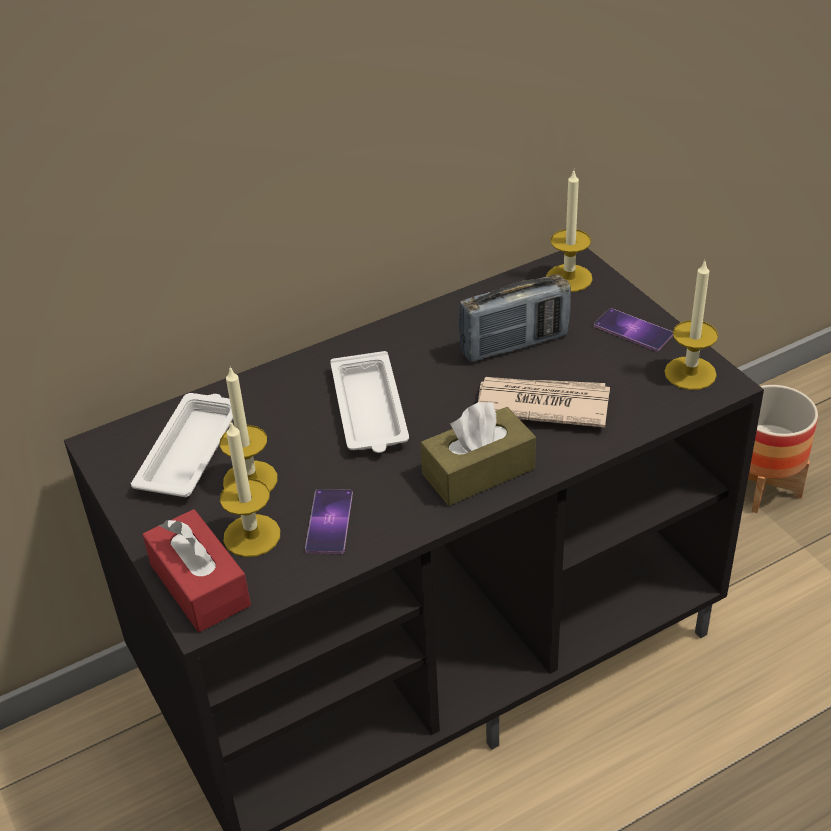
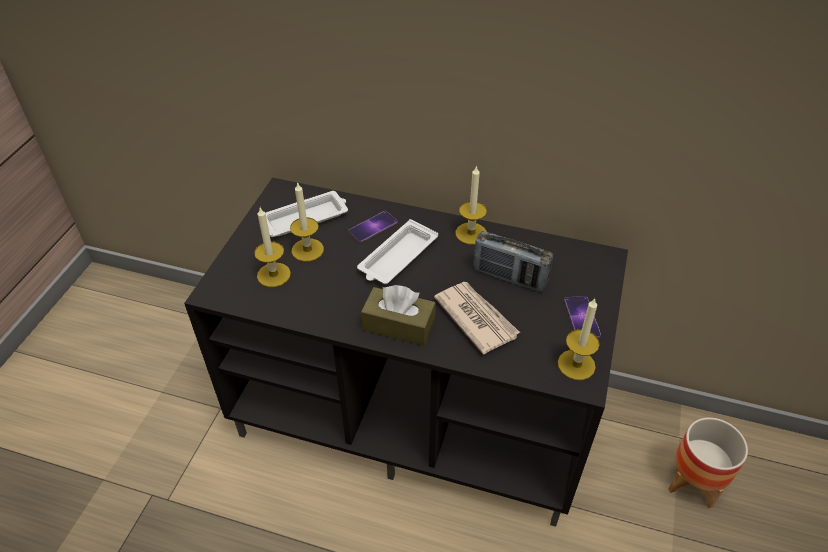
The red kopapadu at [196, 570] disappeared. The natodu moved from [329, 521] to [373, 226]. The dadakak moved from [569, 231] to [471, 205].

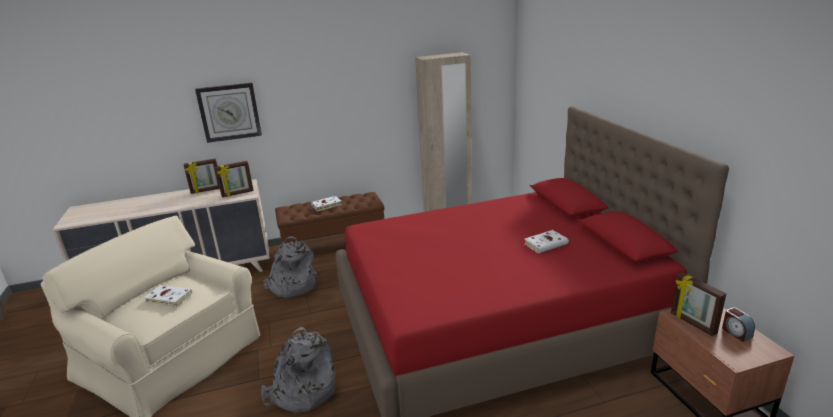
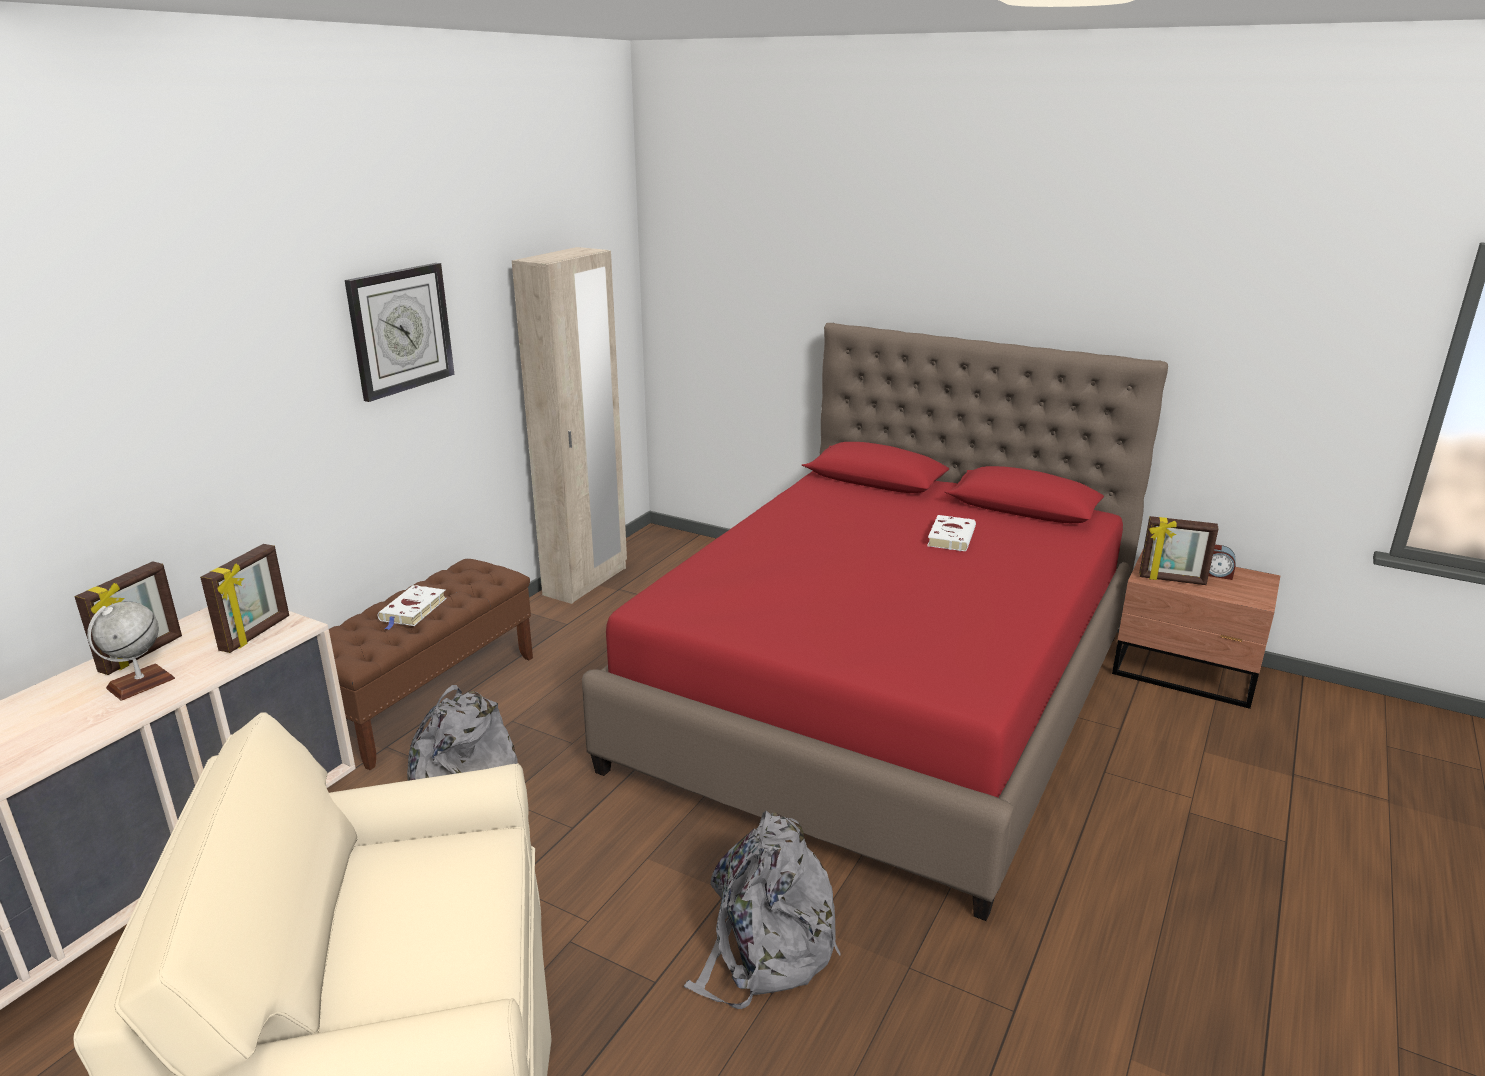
The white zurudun at [168, 296] disappeared. The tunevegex moved from [228, 113] to [400, 332]. The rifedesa at [131, 651] appeared.

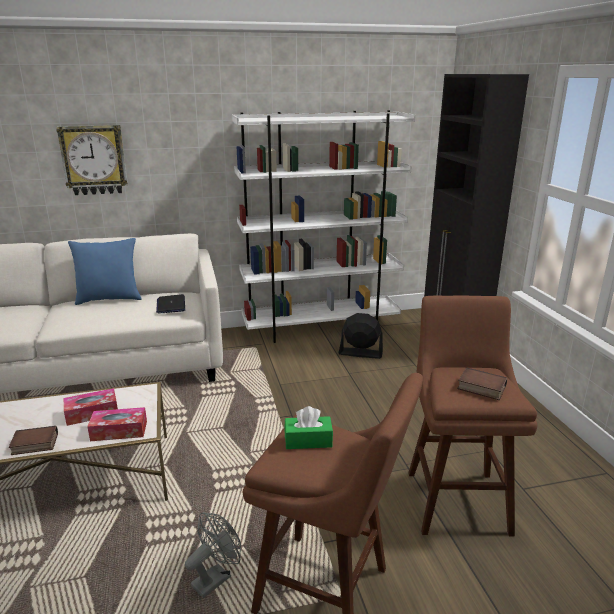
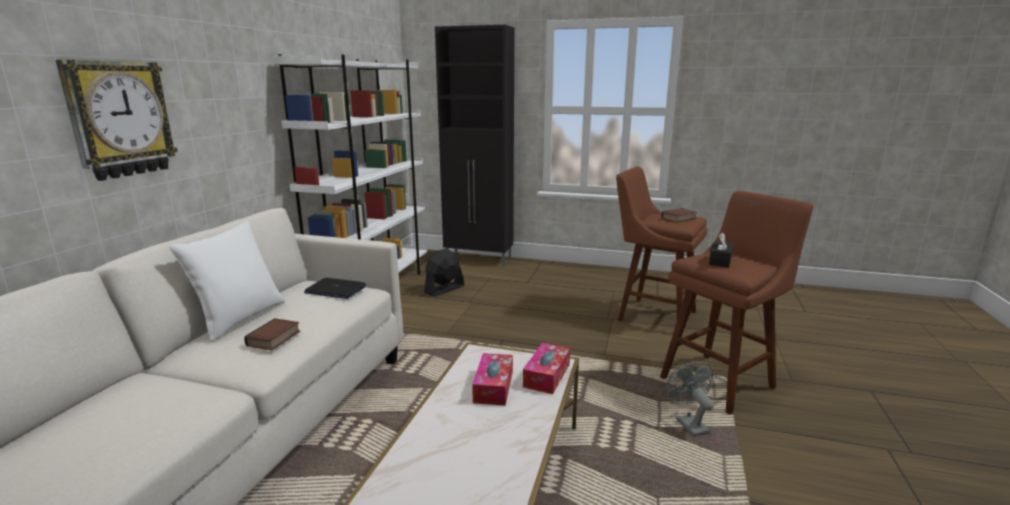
The zurudun moved from [33, 440] to [272, 334]. The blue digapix at [105, 271] became the white digapix at [227, 281]. The green kopapadu at [308, 427] became the black kopapadu at [721, 250].

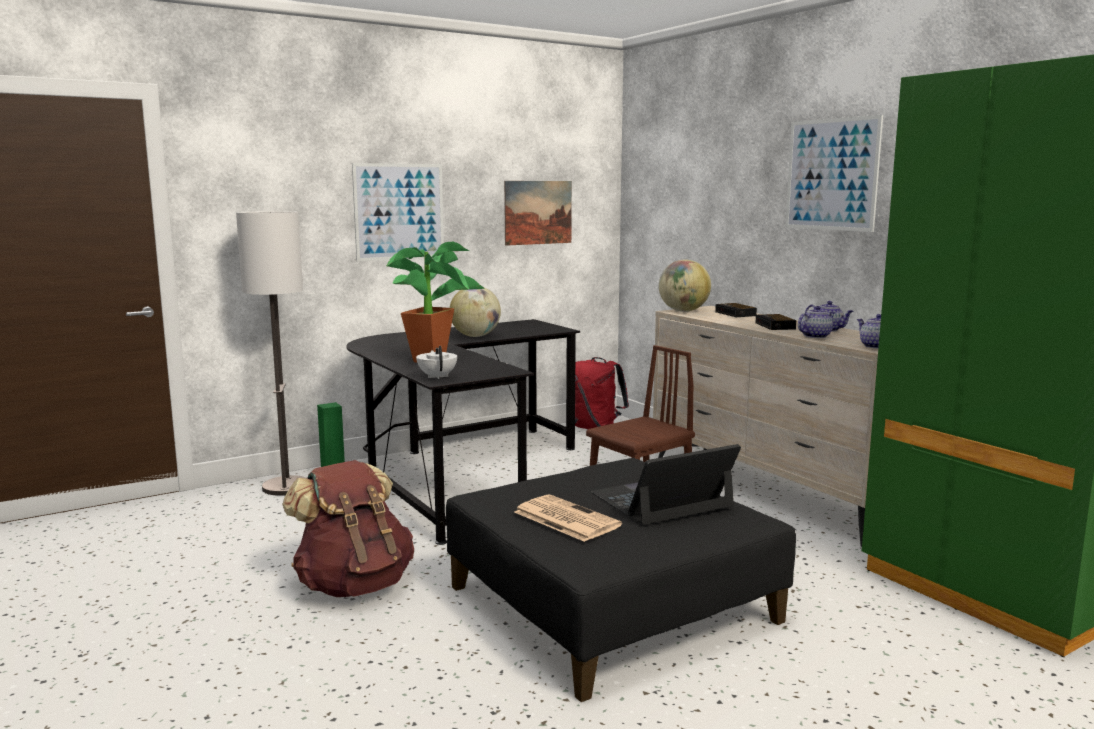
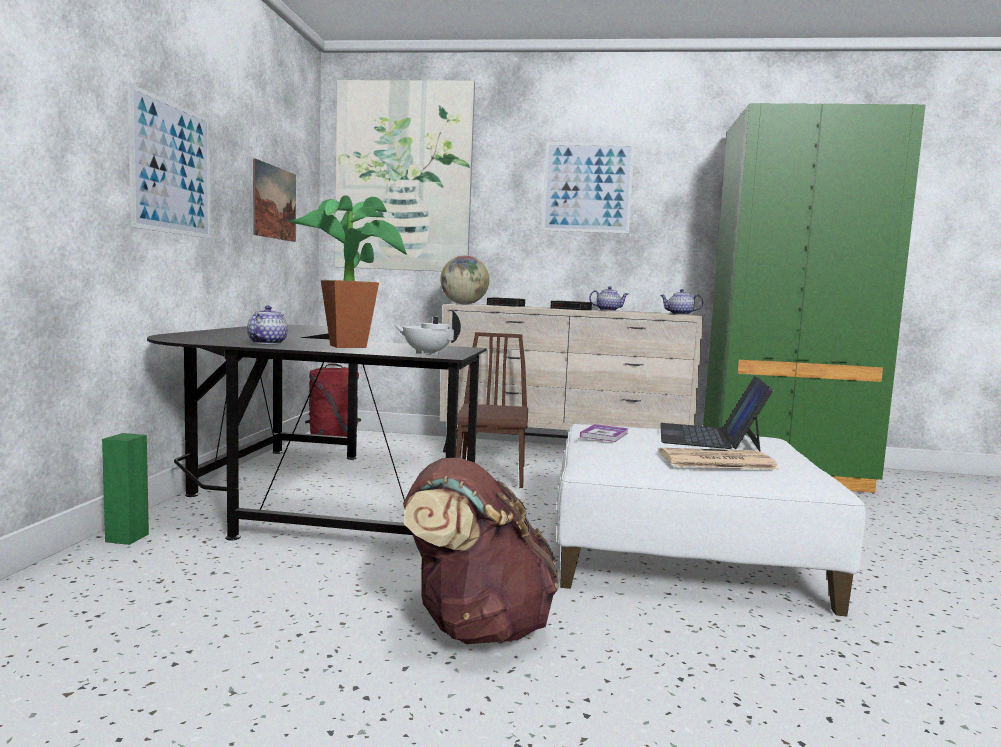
The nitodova at [271, 353] disappeared. The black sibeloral at [621, 580] became the white sibeloral at [711, 520]. The rifedesa at [475, 312] disappeared. The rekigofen moved from [816, 322] to [267, 325]. The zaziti at [404, 175] appeared. The zurudun at [604, 433] appeared.

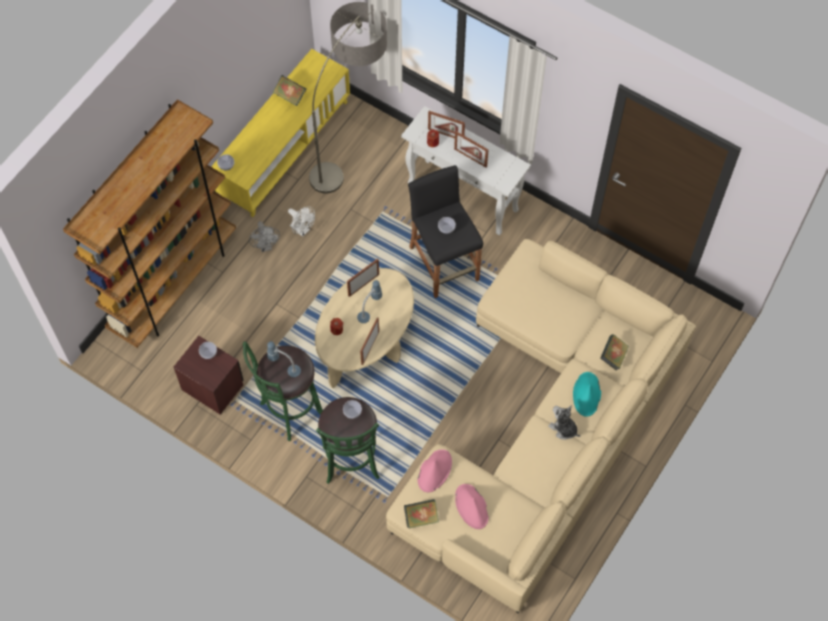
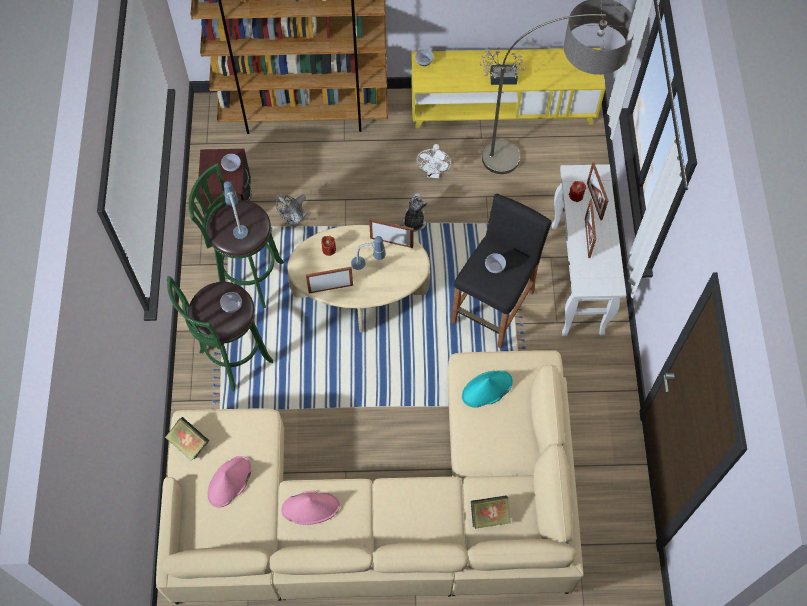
The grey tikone moved from [264, 236] to [292, 211]. The zurudun at [289, 90] disappeared. The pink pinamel moved from [435, 470] to [310, 508]. The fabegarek moved from [564, 422] to [415, 212]. The turquoise pinamel moved from [587, 394] to [487, 389]. The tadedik at [503, 65] appeared.

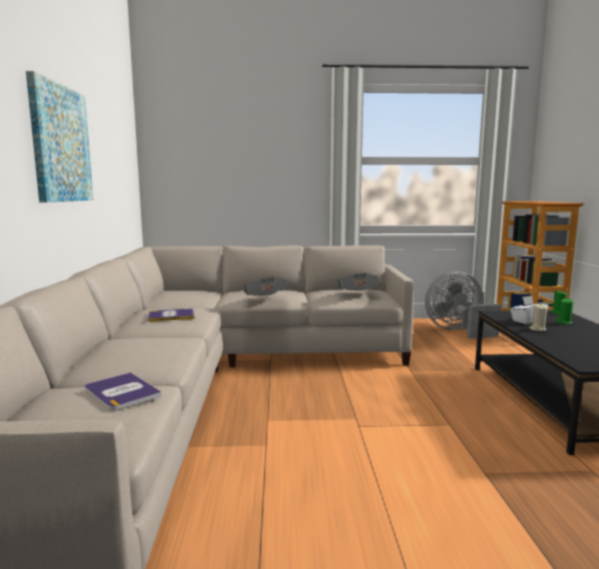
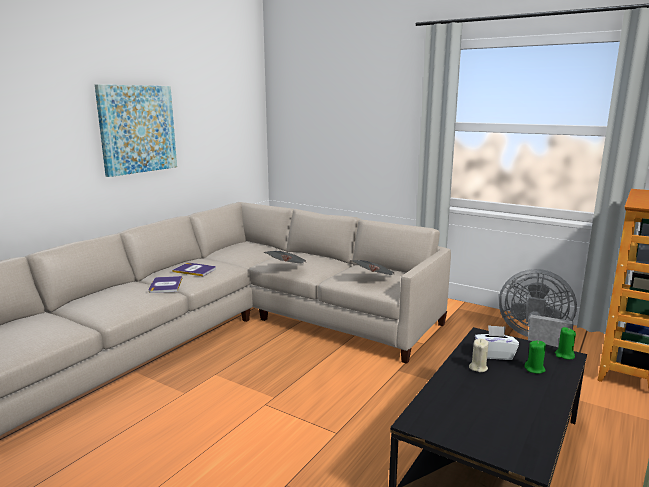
The zurudun moved from [123, 391] to [165, 284].

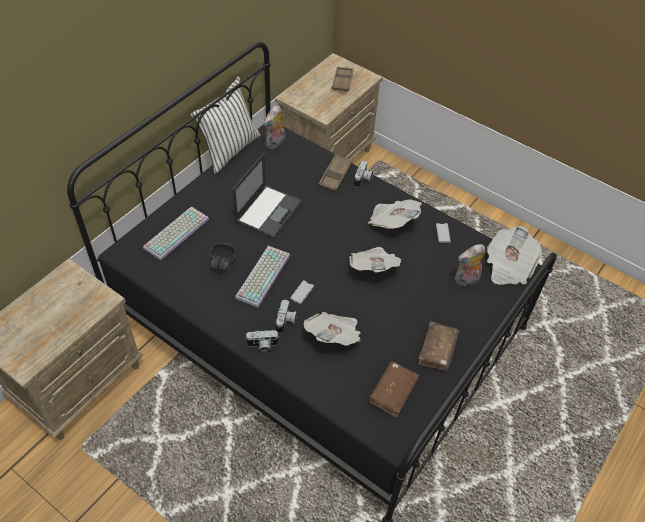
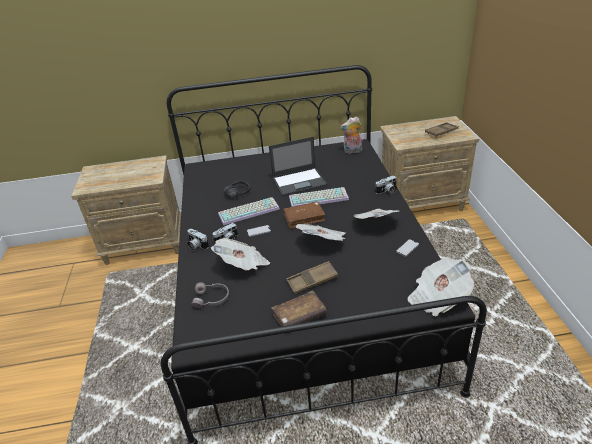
The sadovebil moved from [176, 233] to [319, 197]. The white digapix at [225, 125] disappeared. The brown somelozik moved from [335, 173] to [312, 277]. The brown zurudun moved from [394, 390] to [304, 215]. The fabegarek at [470, 265] disappeared. The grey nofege at [210, 295] appeared.

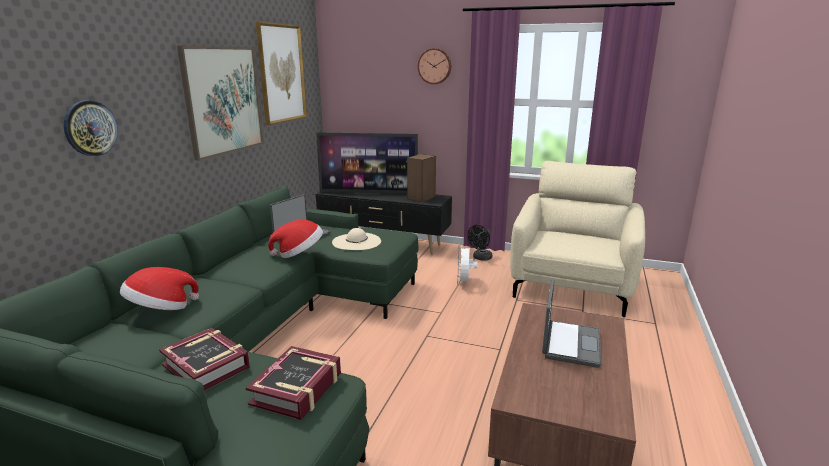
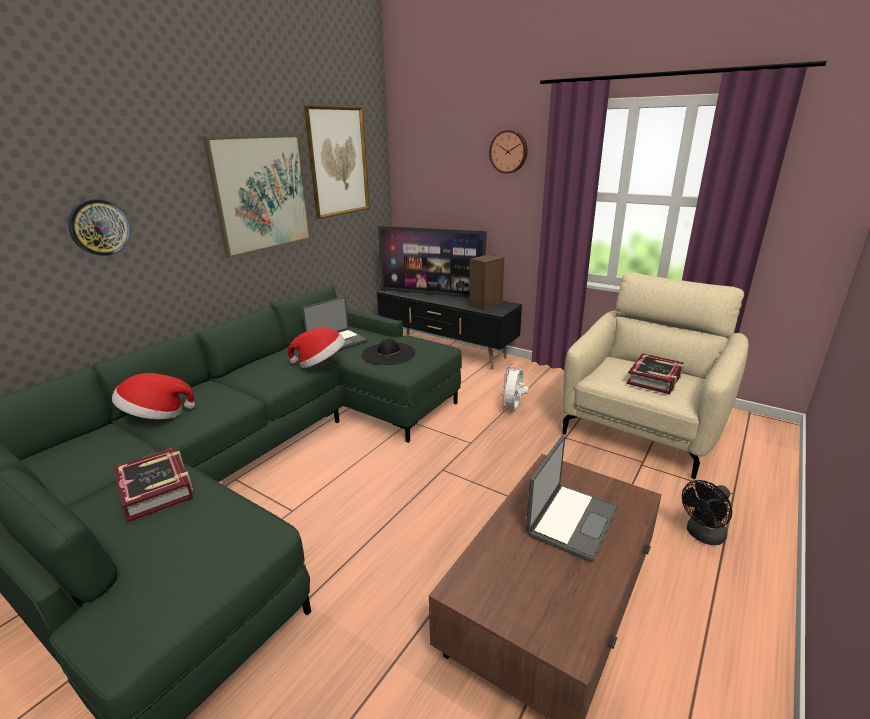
The zurudun moved from [293, 383] to [655, 374]. The beige pinamel at [356, 239] became the black pinamel at [388, 352]. The black tikone moved from [480, 243] to [707, 512].

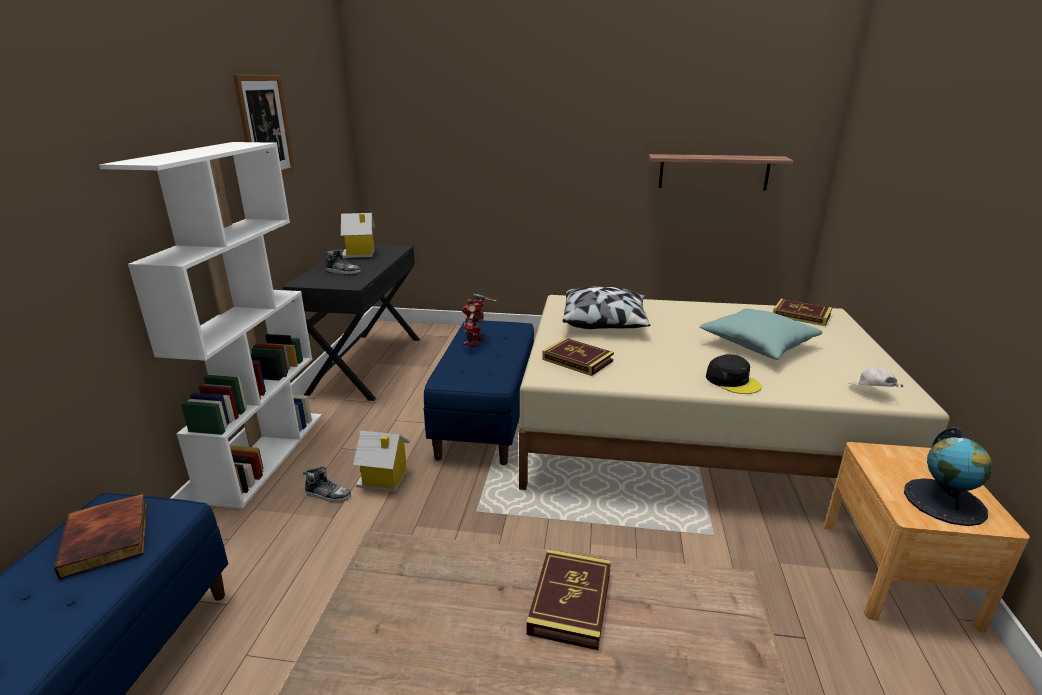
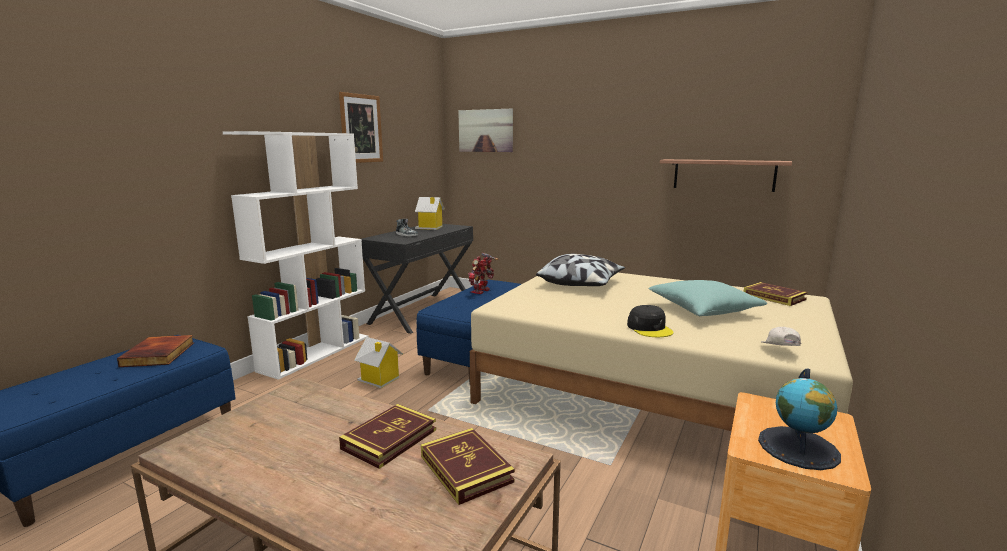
The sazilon at [327, 484] disappeared. The zurudun moved from [578, 357] to [468, 466]. The zaziti at [485, 130] appeared.

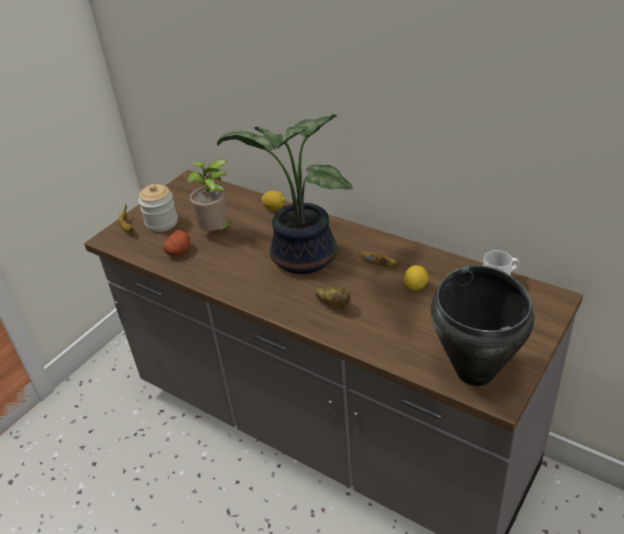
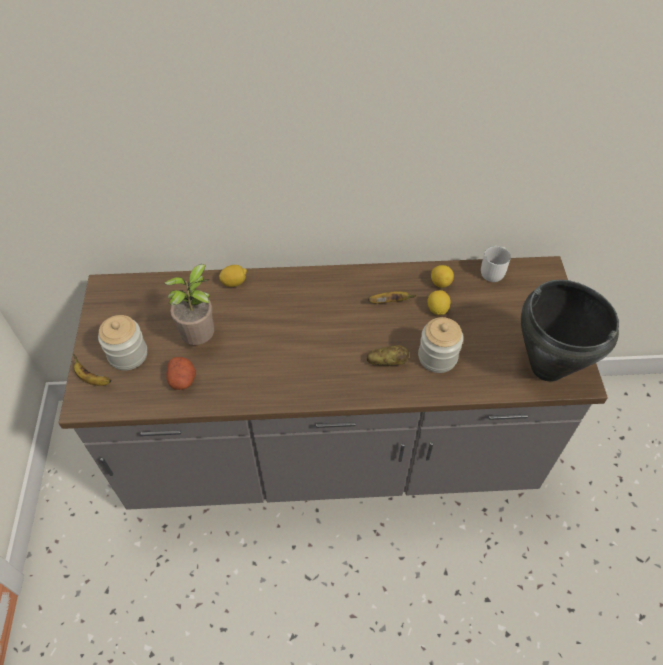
The tadedik at [285, 194] disappeared. The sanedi at [440, 345] appeared. The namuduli at [442, 276] appeared.

